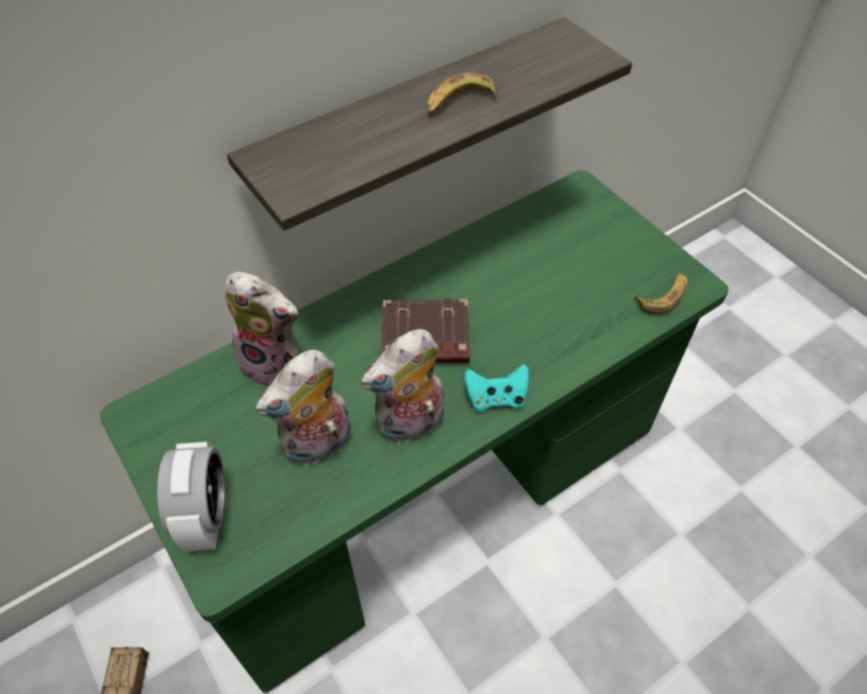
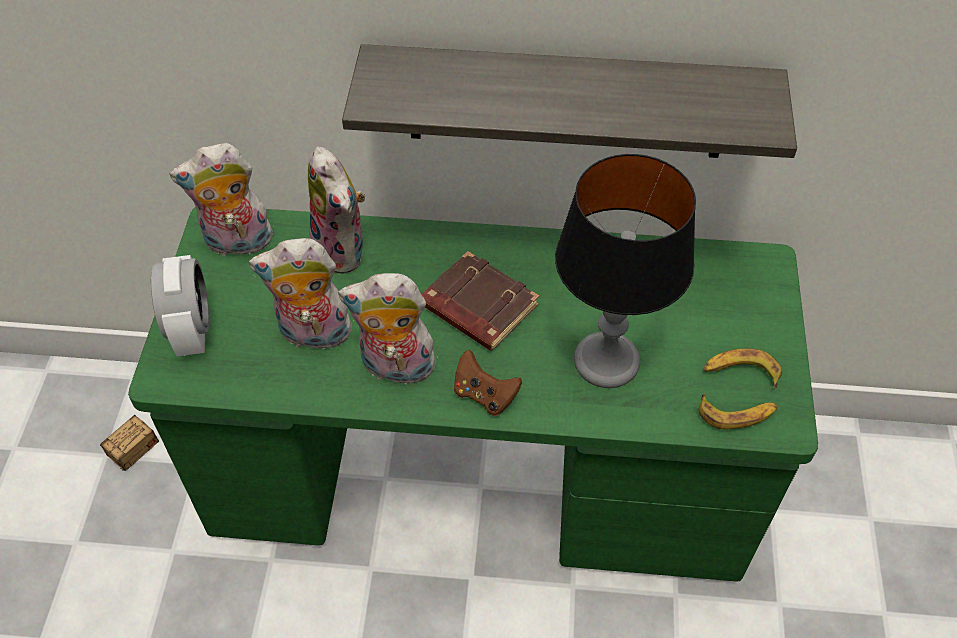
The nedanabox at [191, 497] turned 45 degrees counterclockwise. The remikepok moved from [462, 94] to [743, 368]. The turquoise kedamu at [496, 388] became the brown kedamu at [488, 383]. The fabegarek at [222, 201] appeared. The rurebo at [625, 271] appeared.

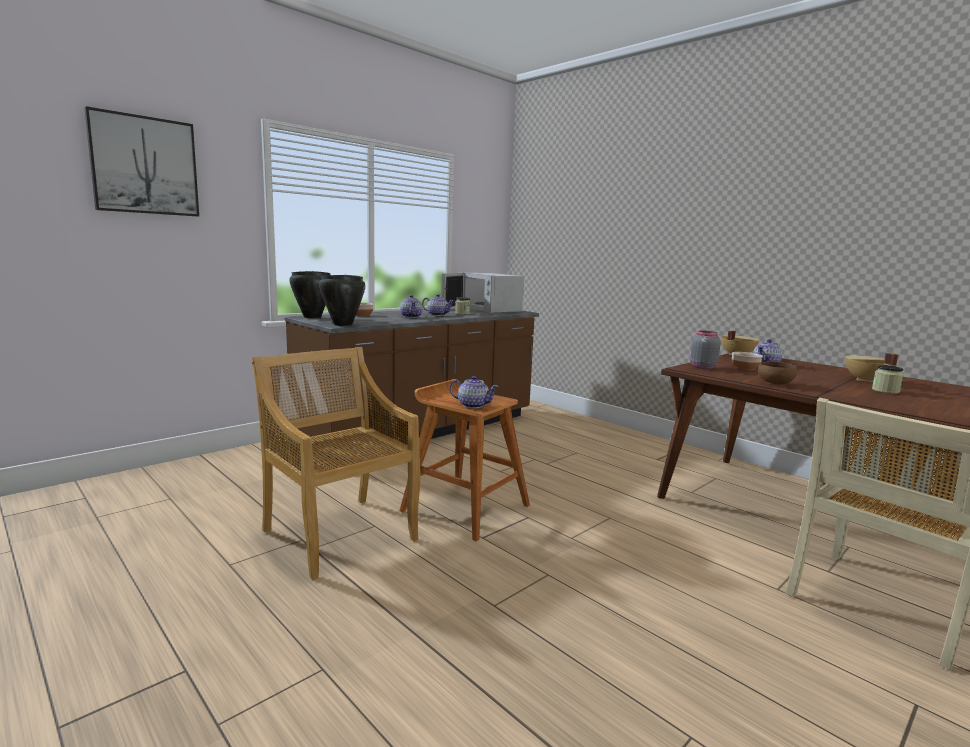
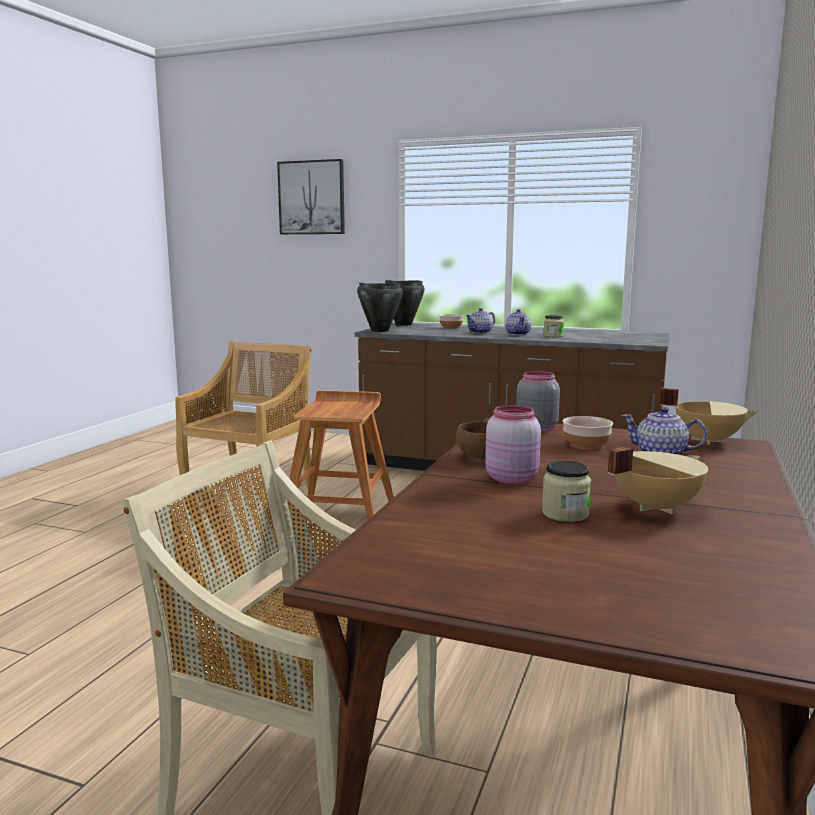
The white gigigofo at [482, 293] disappeared. The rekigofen at [474, 392] disappeared. The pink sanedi at [513, 444] appeared.

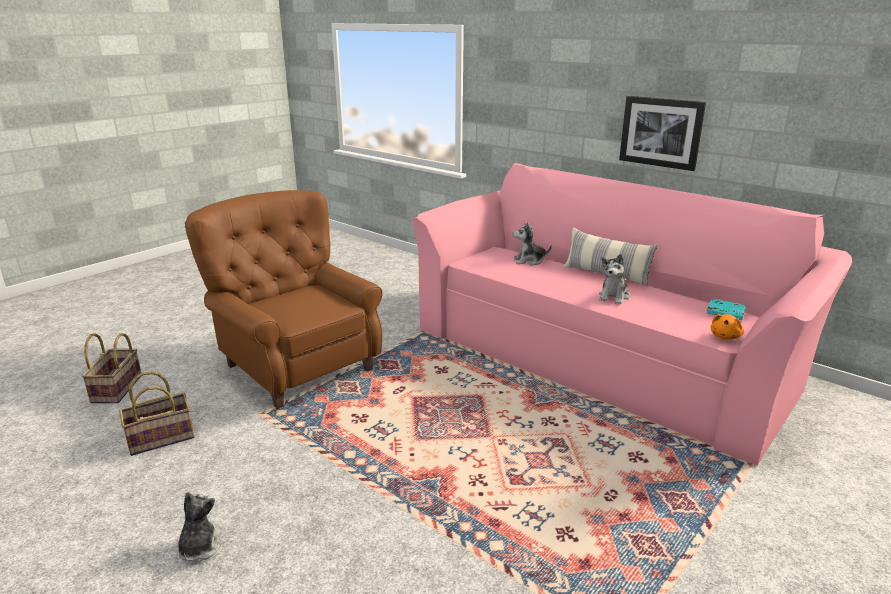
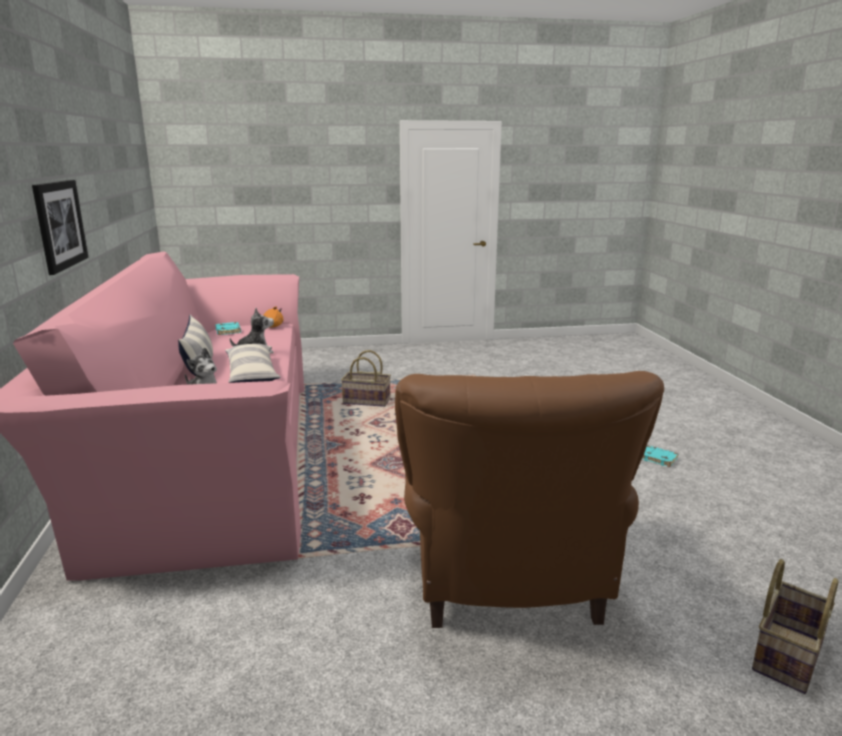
The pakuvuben moved from [157, 413] to [366, 378]. The fabegarek at [198, 526] was replaced by the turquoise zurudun at [660, 456]. The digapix at [253, 363] appeared.

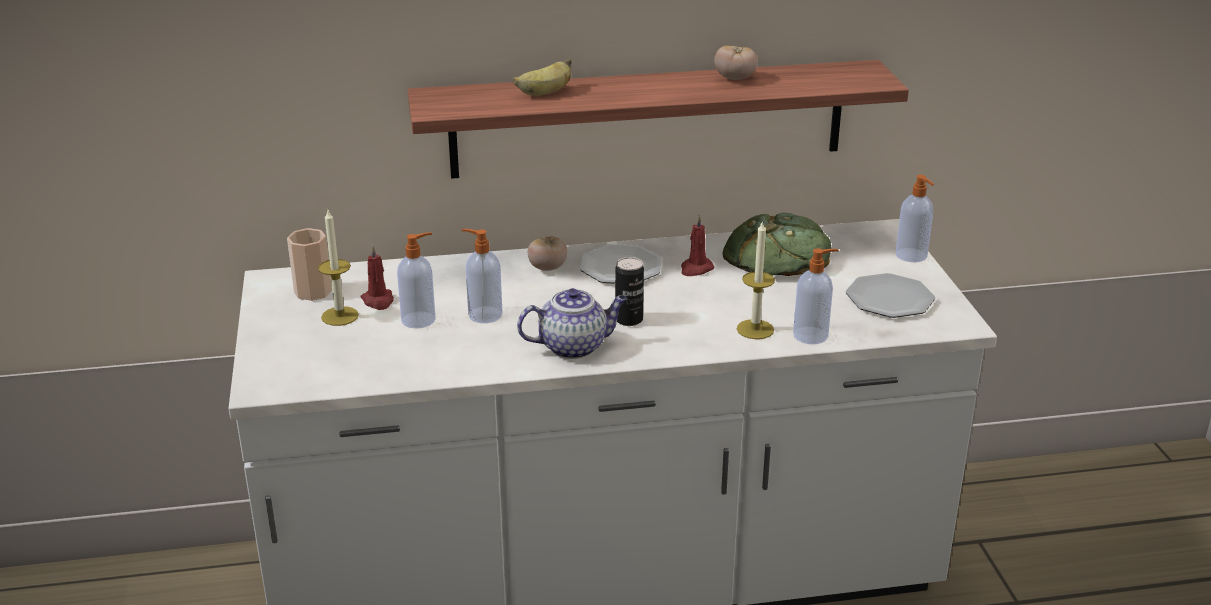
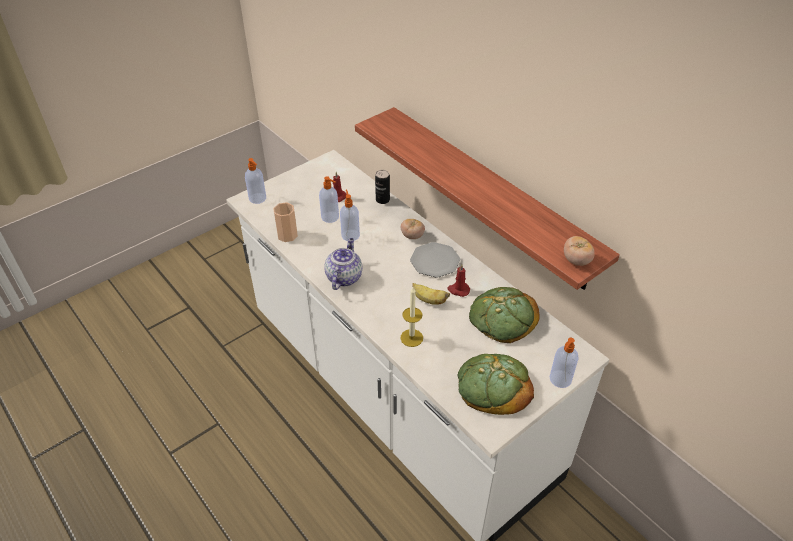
The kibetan moved from [309, 264] to [285, 222]. The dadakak at [338, 268] disappeared. The remikepok moved from [542, 77] to [431, 294]. The rekigofen at [572, 323] turned 120 degrees counterclockwise. The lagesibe moved from [629, 291] to [382, 187]. The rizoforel moved from [736, 62] to [579, 251]. The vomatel moved from [816, 296] to [255, 181]. The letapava at [890, 295] was replaced by the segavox at [495, 384].

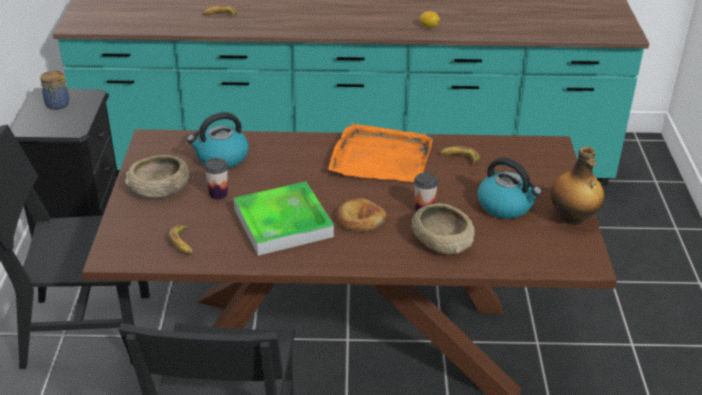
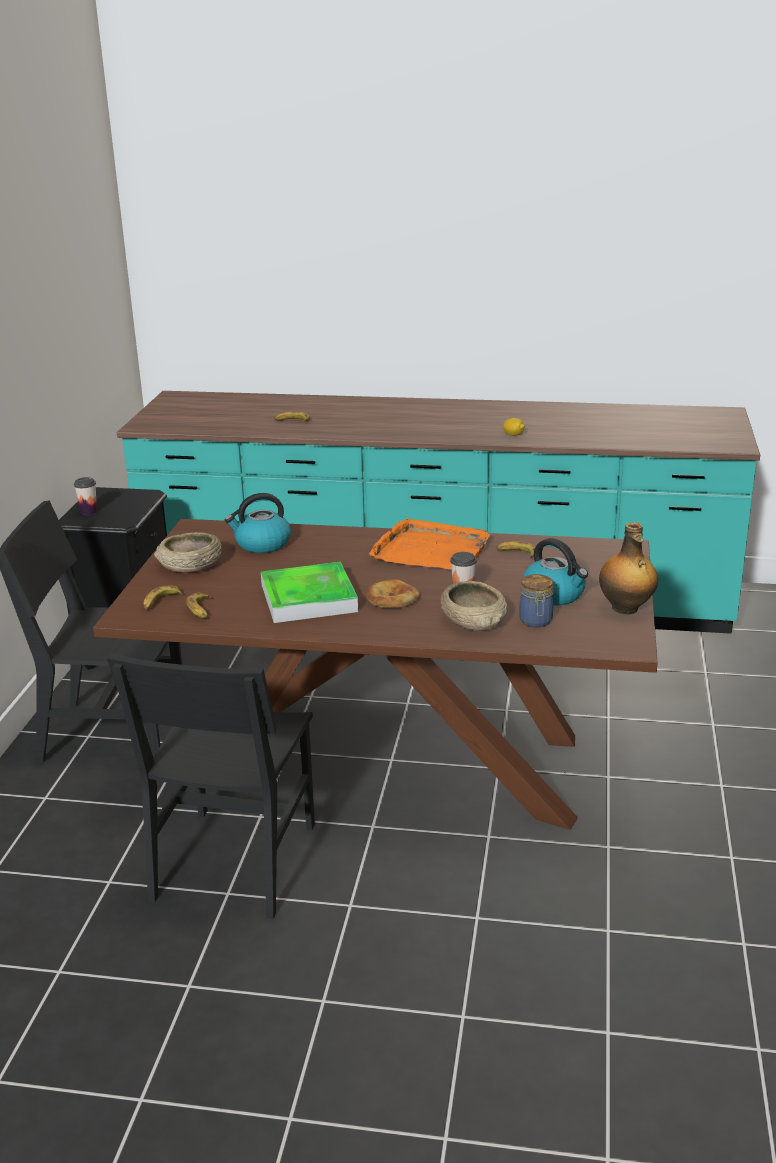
The sanedi moved from [55, 90] to [536, 600]. The kibetan moved from [216, 179] to [85, 496]. The remikepok at [163, 598] appeared.

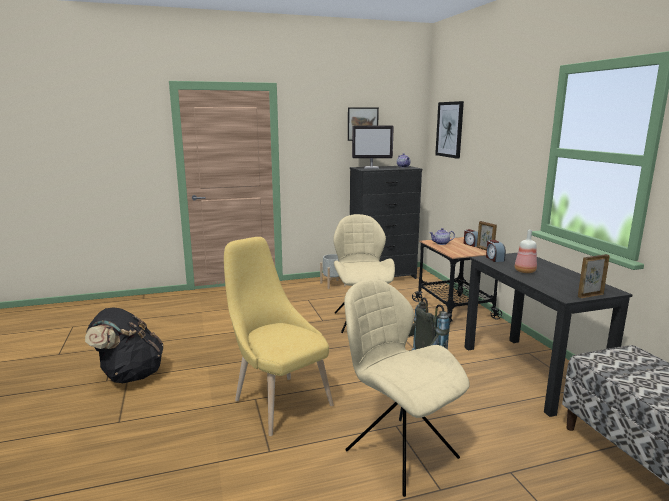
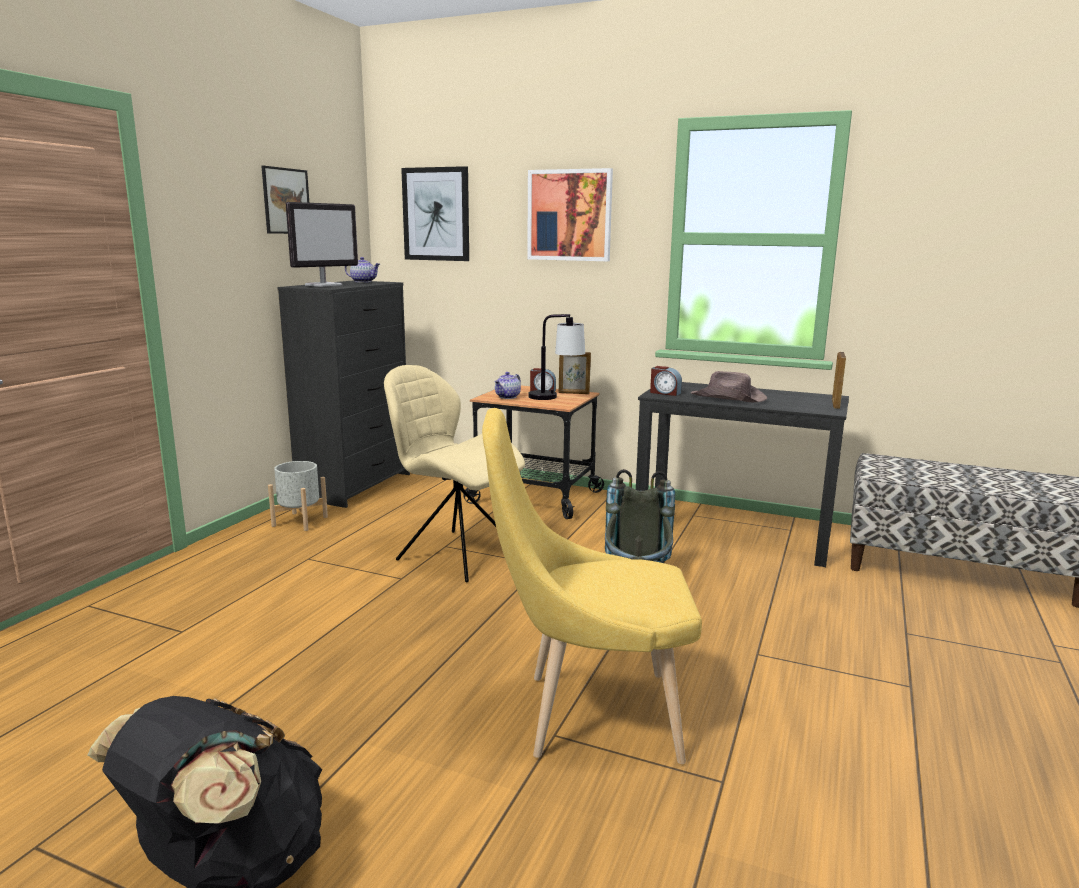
The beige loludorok at [407, 388] disappeared. The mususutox at [525, 251] was replaced by the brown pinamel at [729, 386]. The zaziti at [570, 214] appeared. The rurebo at [556, 357] appeared.

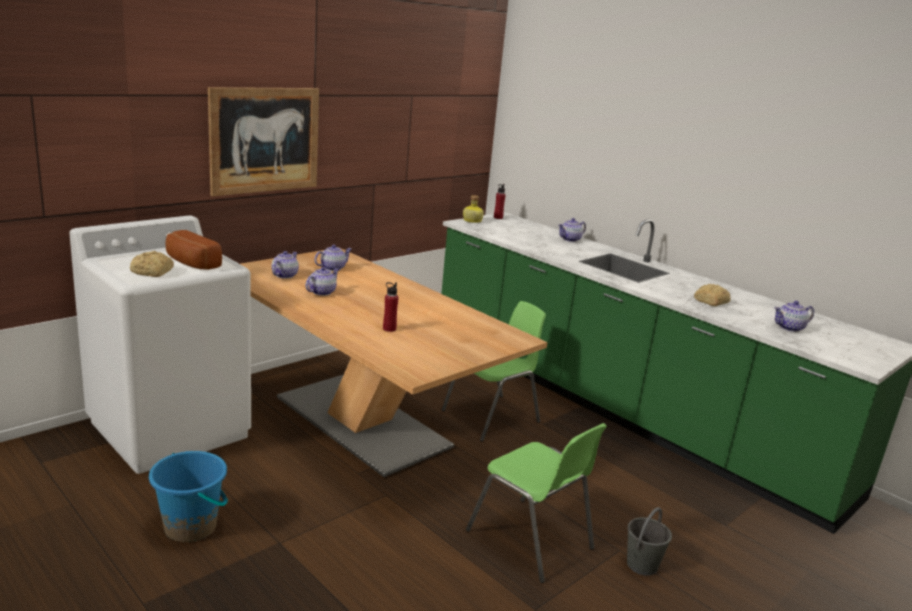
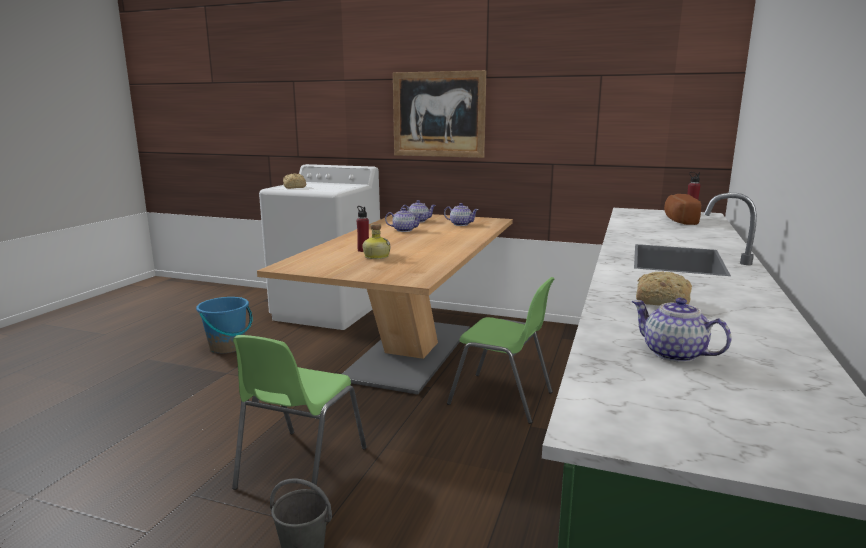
The segavox moved from [193, 250] to [682, 209]. The mususutox moved from [473, 209] to [376, 241]. The rekigofen at [572, 230] disappeared.

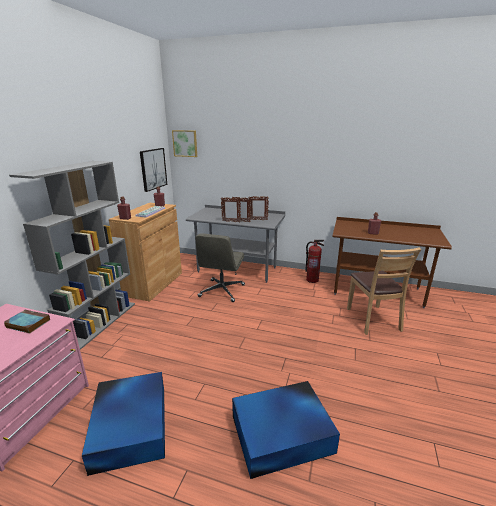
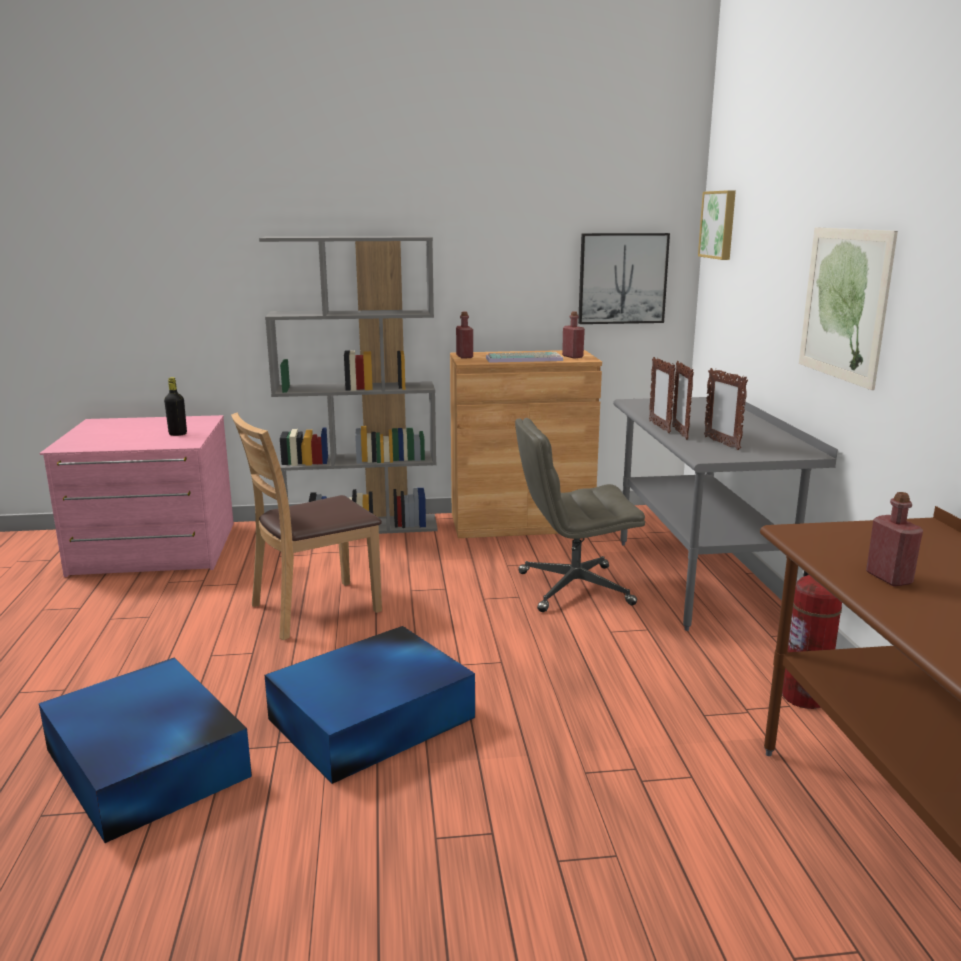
The zurudun at [27, 321] was replaced by the black mususutox at [175, 406]. The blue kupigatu moved from [123, 424] to [370, 705]. The brown loludorok moved from [384, 291] to [306, 526]. The zaziti at [848, 309] appeared.

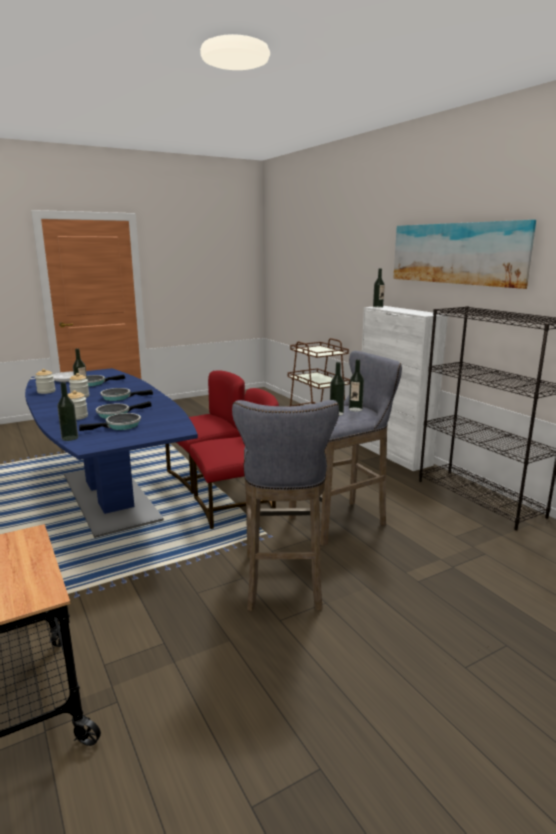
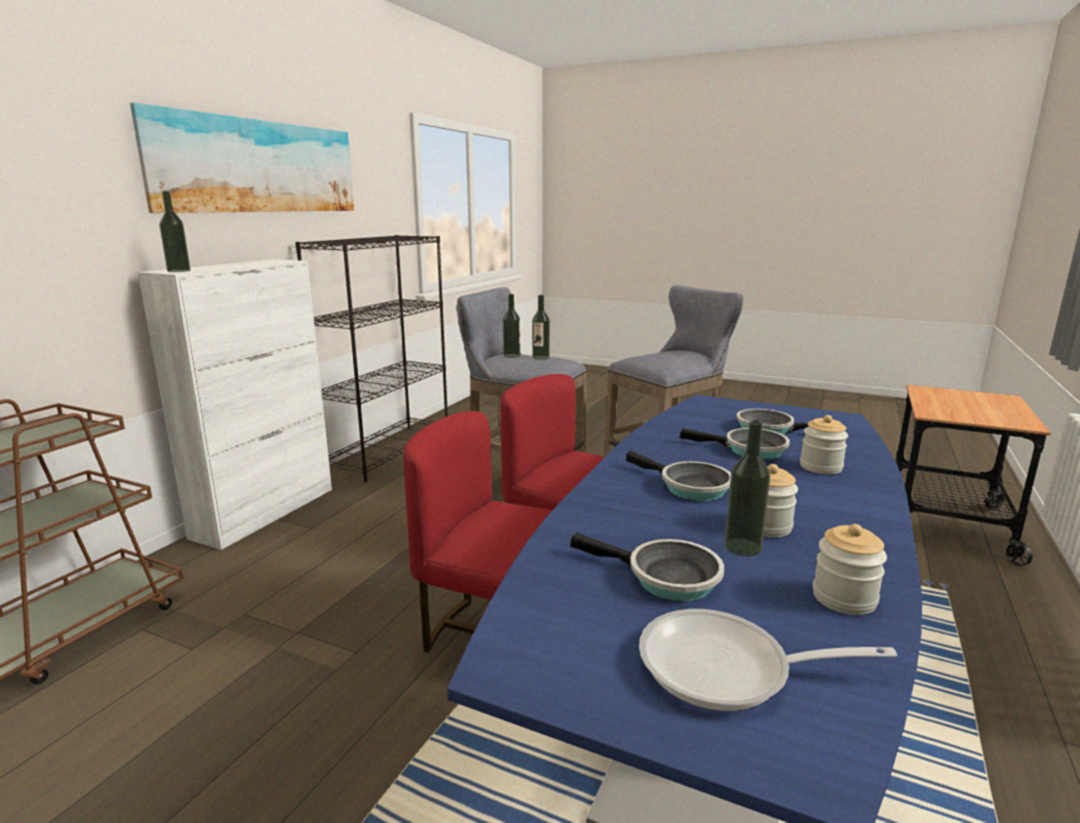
The mususutox at [67, 411] disappeared.

